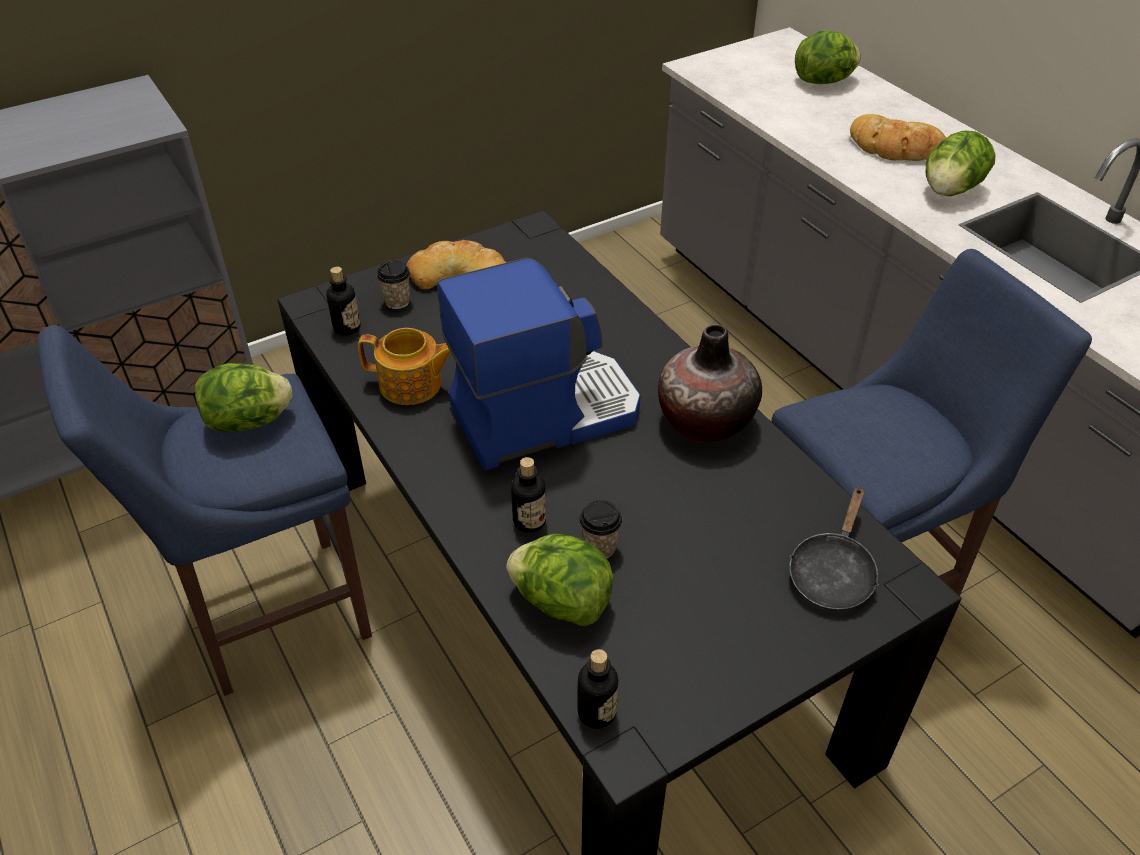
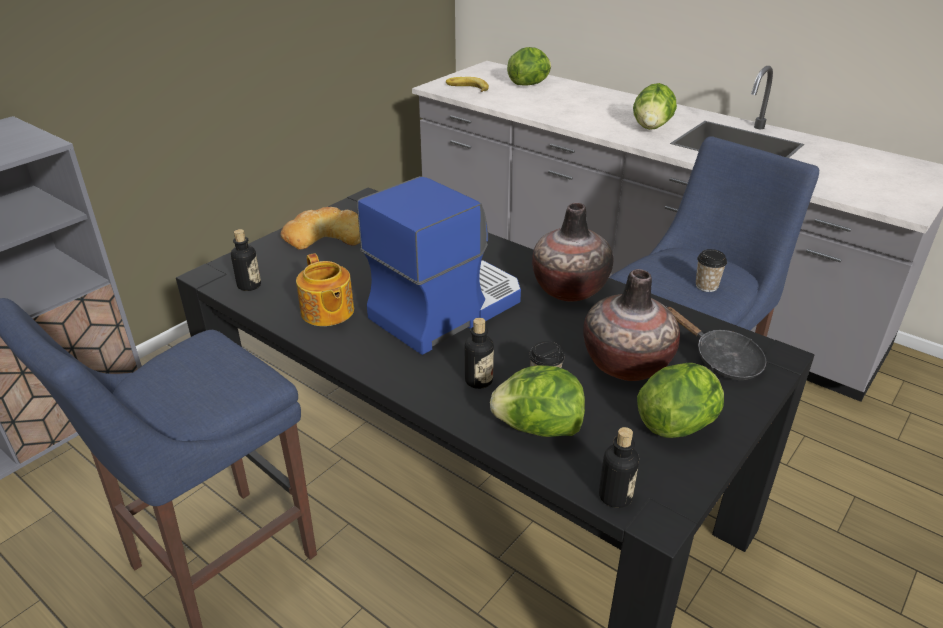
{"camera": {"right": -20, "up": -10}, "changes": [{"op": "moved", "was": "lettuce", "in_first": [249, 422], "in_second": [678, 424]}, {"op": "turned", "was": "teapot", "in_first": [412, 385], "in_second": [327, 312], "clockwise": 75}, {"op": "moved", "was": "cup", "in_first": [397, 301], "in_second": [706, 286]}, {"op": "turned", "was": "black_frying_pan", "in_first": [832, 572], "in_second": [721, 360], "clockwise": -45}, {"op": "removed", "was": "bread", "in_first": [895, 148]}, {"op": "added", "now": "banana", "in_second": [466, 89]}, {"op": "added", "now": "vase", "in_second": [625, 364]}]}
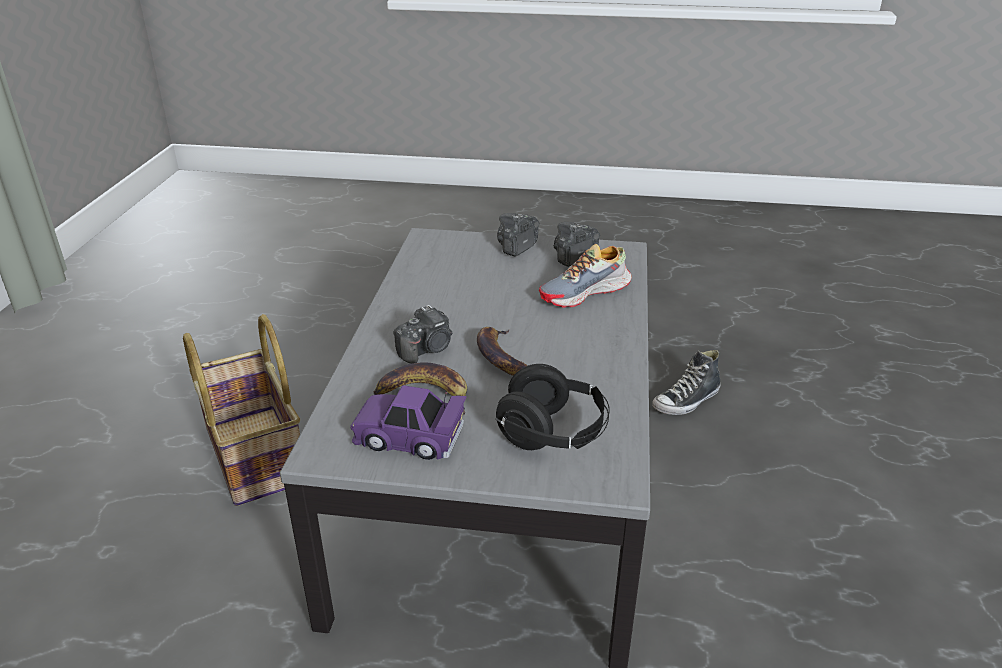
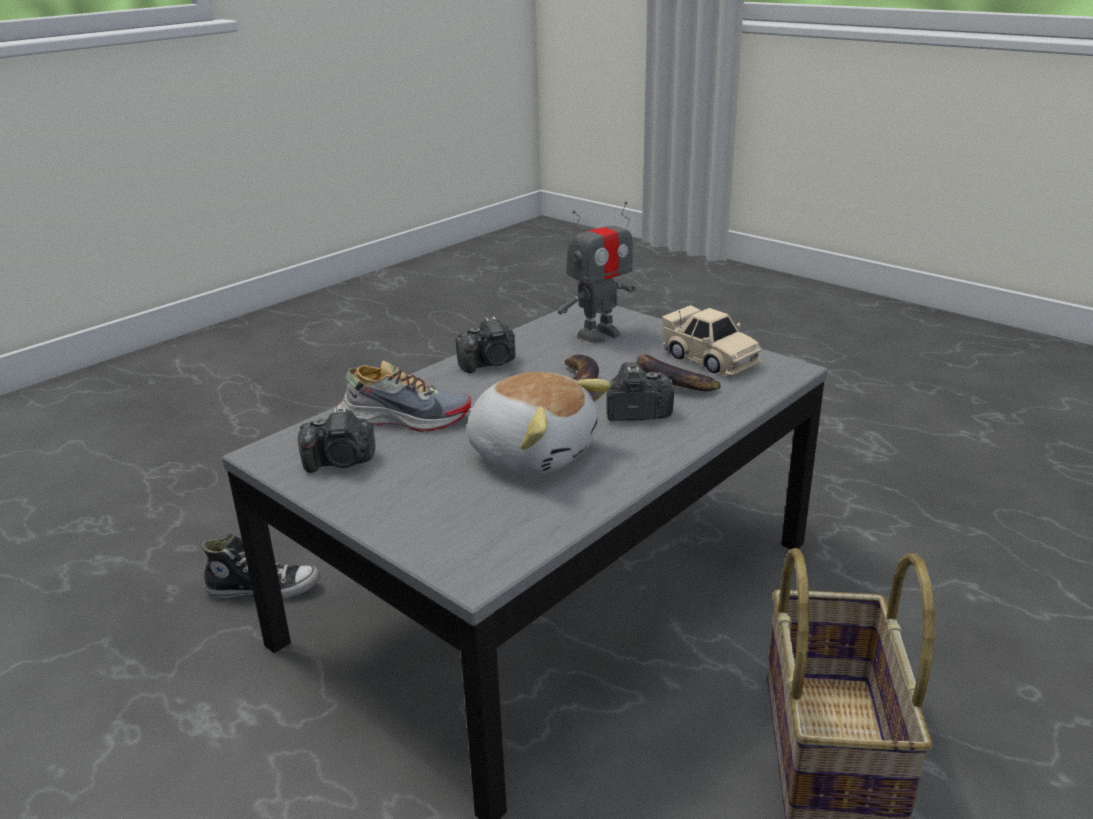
{"camera": {"right": -145, "up": -5}, "changes": [{"op": "recoloured", "was": "purple_toy_car", "now": "beige_toy_car", "in_first": [409, 438], "in_second": [709, 358]}, {"op": "replaced", "was": "black_headphones", "now": "toy_robot", "in_first": [553, 434], "in_second": [599, 334]}, {"op": "moved", "was": "photo_camera", "in_first": [517, 247], "in_second": [490, 363]}, {"op": "added", "now": "plush_toy", "in_second": [532, 453]}]}
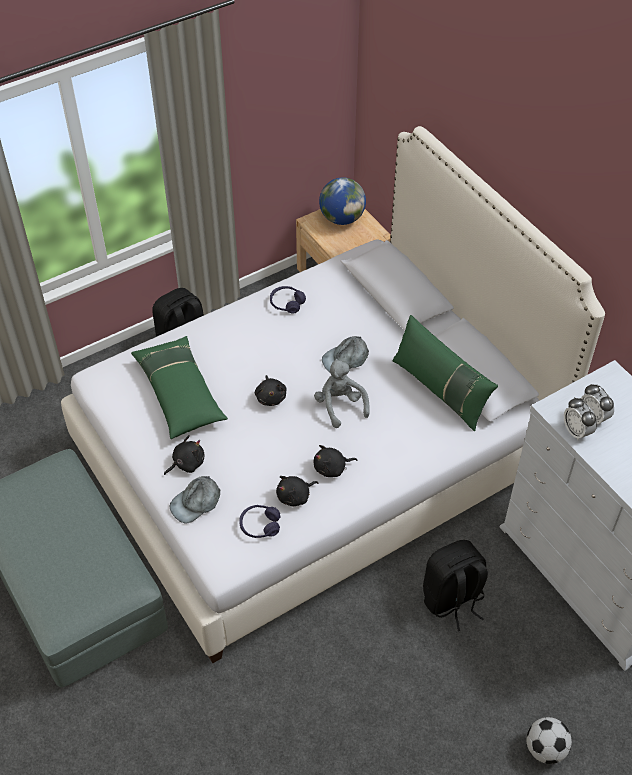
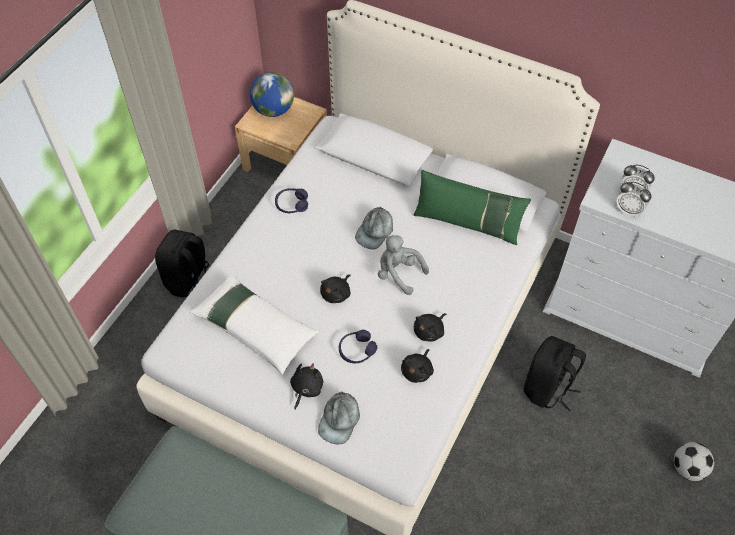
{"camera": {"right": -30, "up": 5}, "changes": [{"op": "recoloured", "was": "green_pillow", "now": "white_pillow", "in_first": [179, 393], "in_second": [255, 328]}, {"op": "moved", "was": "purple_headphones", "in_first": [260, 525], "in_second": [357, 350]}, {"op": "turned", "was": "black_plush_toy", "in_first": [271, 397], "in_second": [337, 293], "clockwise": 75}]}
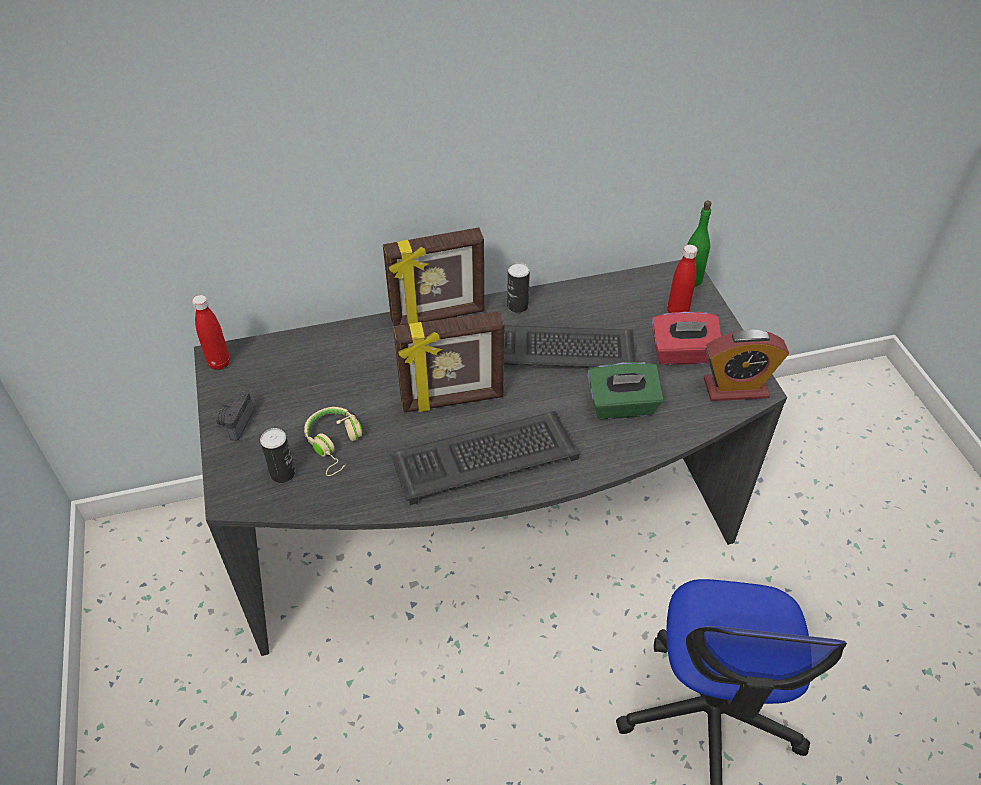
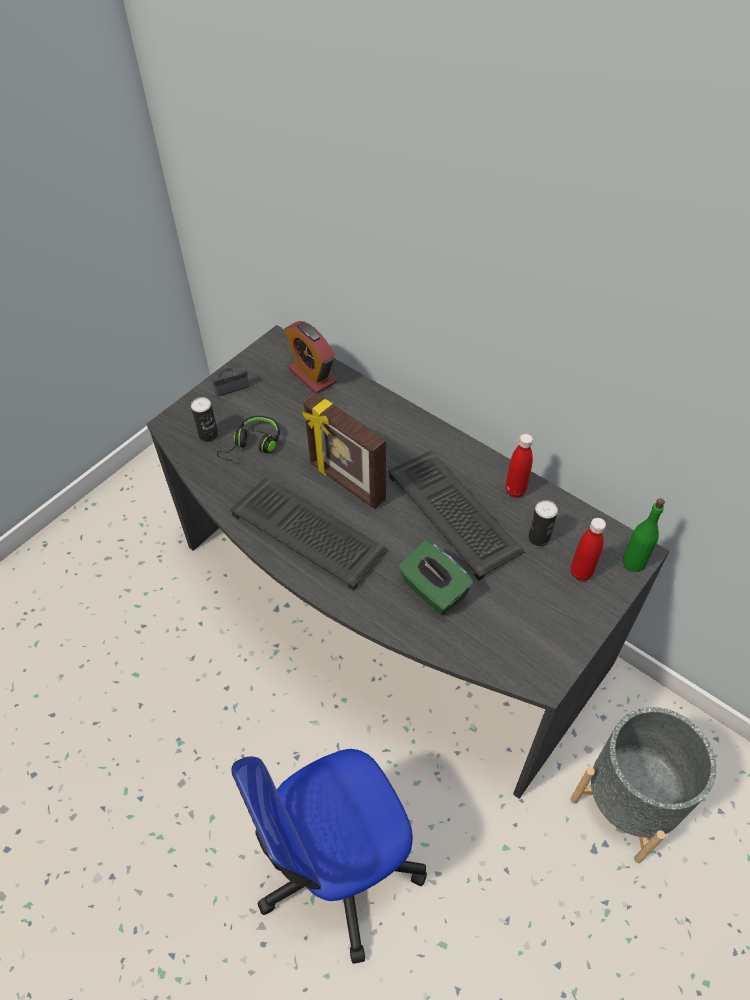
{"camera": {"right": 55, "up": 5}, "changes": [{"op": "moved", "was": "red_bottle", "in_first": [219, 363], "in_second": [515, 490]}, {"op": "recoloured", "was": "beige_headphones", "now": "black_headphones", "in_first": [335, 444], "in_second": [253, 445]}, {"op": "removed", "was": "picture_frame", "in_first": [438, 316]}, {"op": "moved", "was": "can", "in_first": [517, 306], "in_second": [539, 538]}, {"op": "removed", "was": "red_tissue_box", "in_first": [682, 354]}, {"op": "moved", "was": "alarm_clock", "in_first": [735, 388], "in_second": [312, 375]}, {"op": "added", "now": "grey_planter", "in_second": [629, 801]}]}
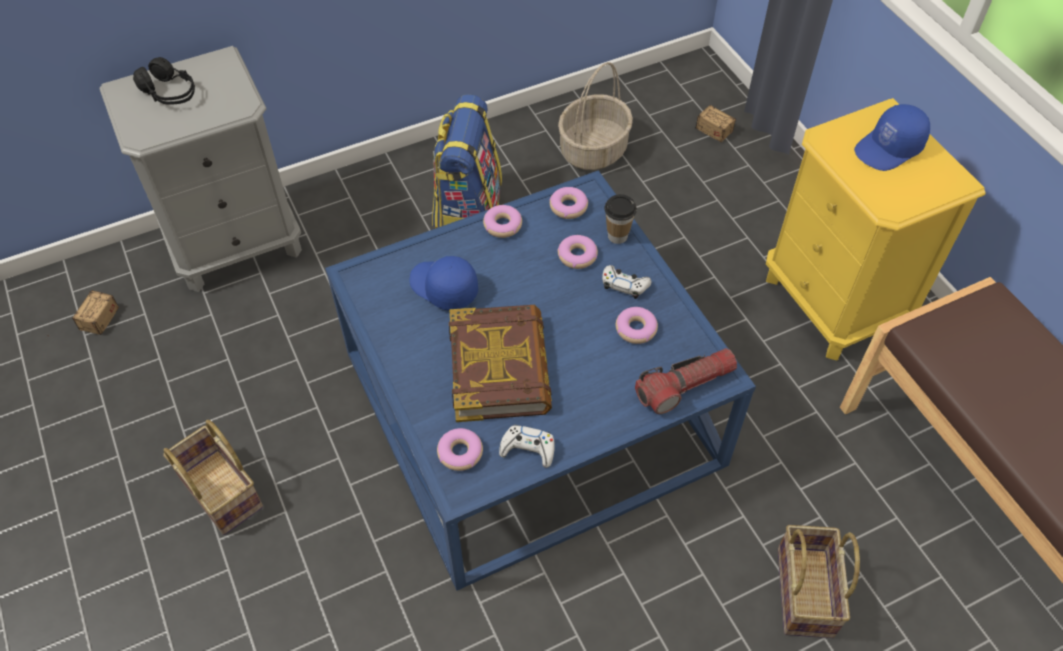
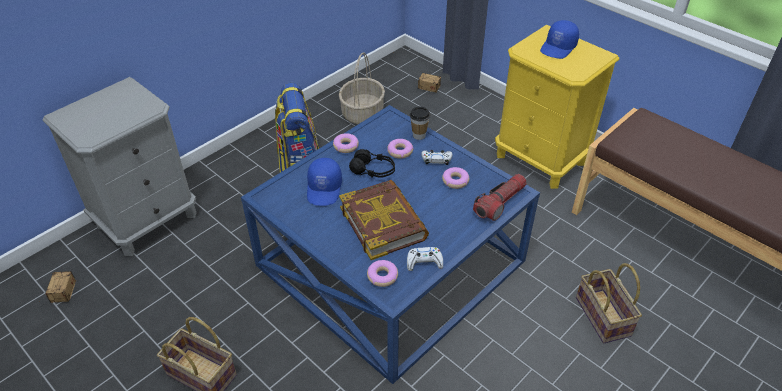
{"camera": {"right": -20, "up": -10}, "changes": [{"op": "moved", "was": "black_headphones", "in_first": [170, 93], "in_second": [373, 171]}, {"op": "turned", "was": "blue_cap", "in_first": [443, 288], "in_second": [325, 189], "clockwise": -105}, {"op": "removed", "was": "donut", "in_first": [568, 207]}]}
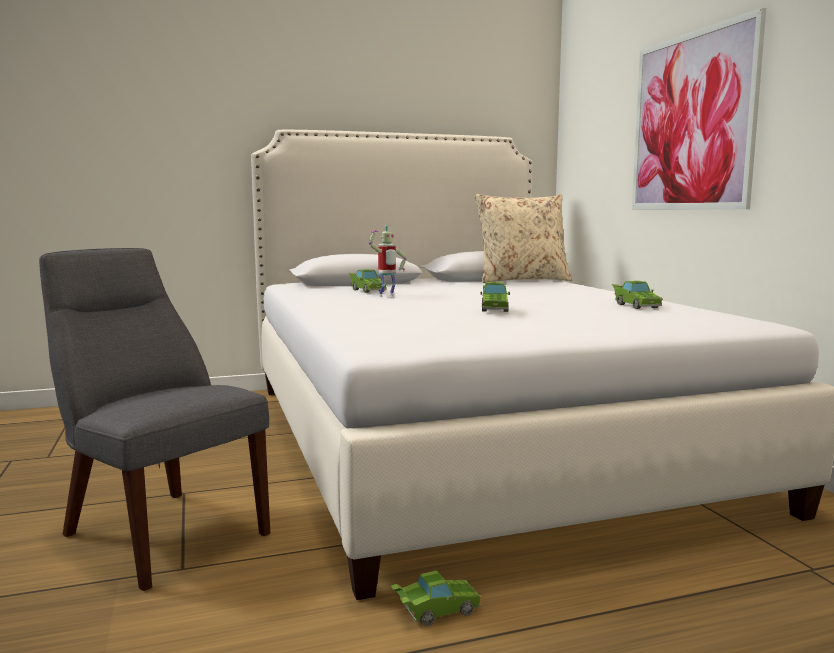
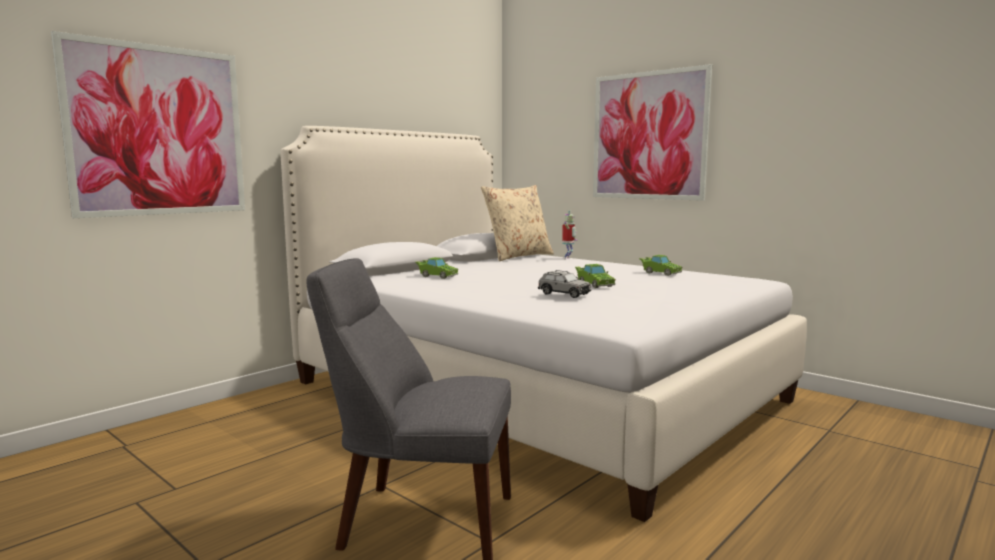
{"camera": {"right": -30, "up": 0}, "changes": [{"op": "moved", "was": "toy_robot", "in_first": [387, 296], "in_second": [568, 258]}, {"op": "removed", "was": "green_toy_car", "in_first": [435, 611]}, {"op": "added", "now": "picture", "in_second": [158, 131]}, {"op": "added", "now": "grey_toy_car", "in_second": [564, 294]}]}
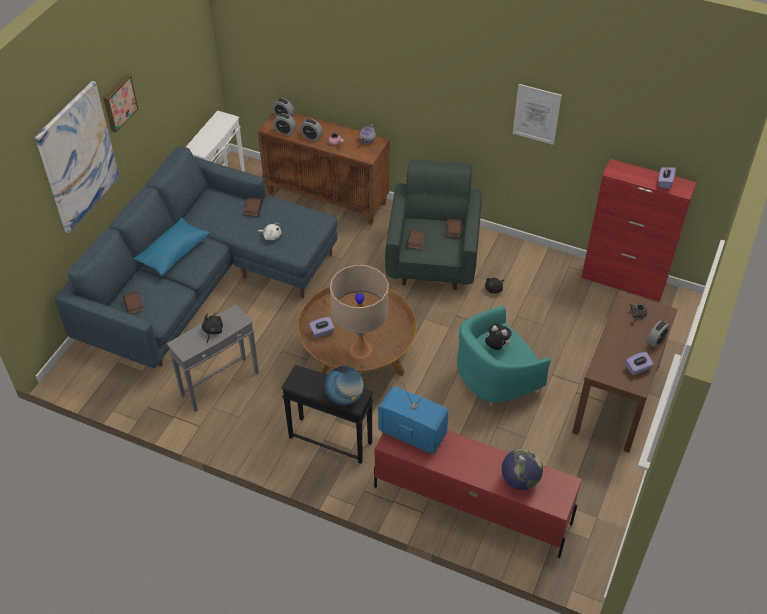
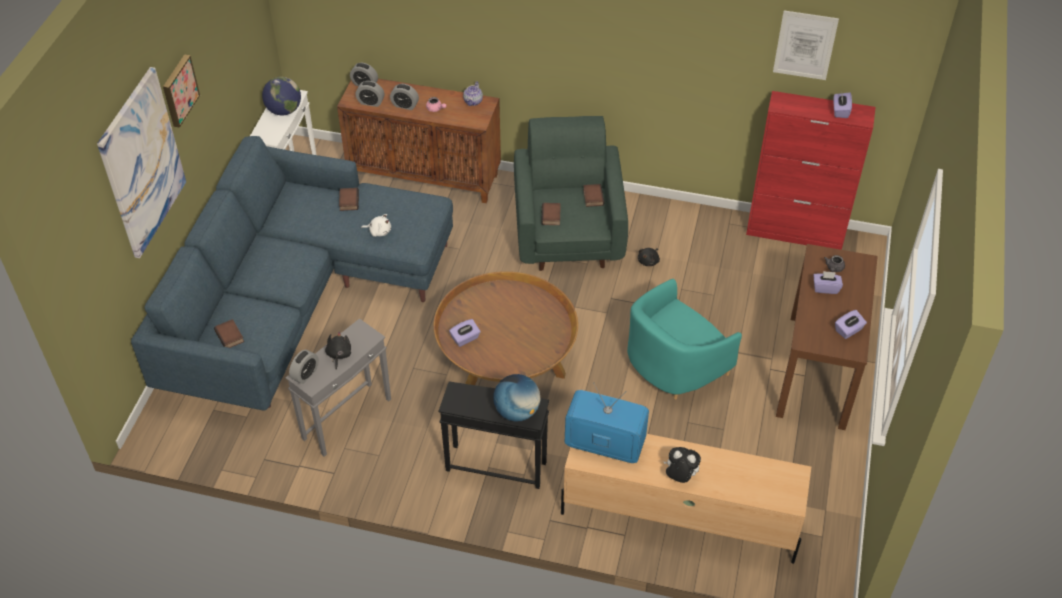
{"camera": {"right": -10, "up": 0}, "changes": [{"op": "removed", "was": "blue_pillow", "in_first": [173, 253]}, {"op": "removed", "was": "beige_table_lamp", "in_first": [361, 350]}, {"op": "recoloured", "was": "red_tv_stand", "now": "beige_tv_stand", "in_first": [470, 504], "in_second": [678, 517]}, {"op": "moved", "was": "plush_toy", "in_first": [496, 347], "in_second": [680, 477]}, {"op": "moved", "was": "globe", "in_first": [520, 480], "in_second": [284, 110]}, {"op": "moved", "was": "picture", "in_first": [536, 114], "in_second": [805, 45]}, {"op": "moved", "was": "alarm_clock", "in_first": [656, 340], "in_second": [305, 374]}, {"op": "added", "now": "purple_tissue_box", "in_second": [825, 288]}]}
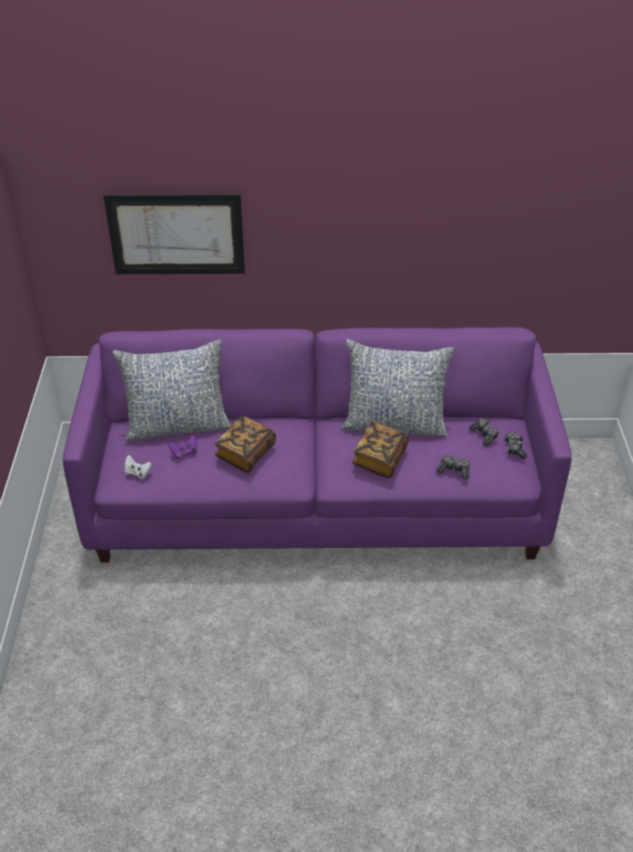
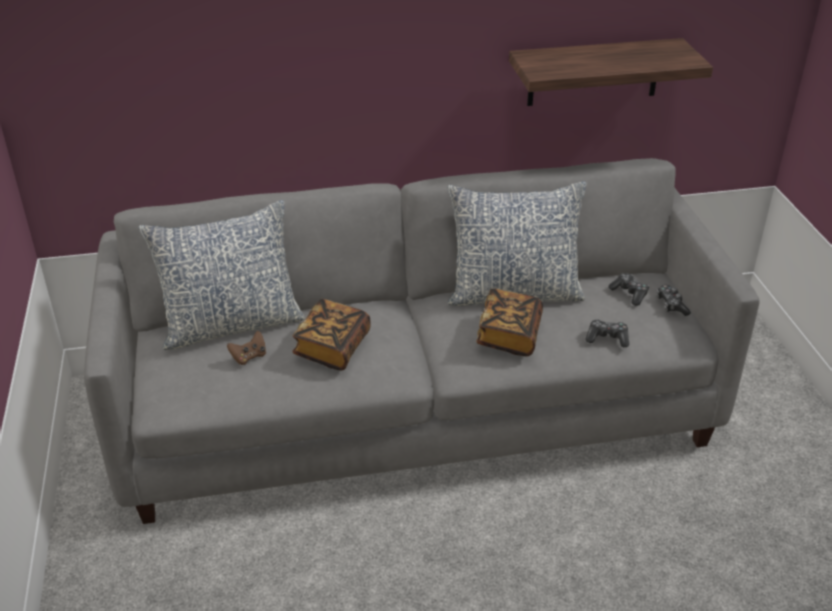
{"camera": {"right": -10, "up": -5}, "changes": [{"op": "recoloured", "was": "purple_sofa", "now": "grey_sofa", "in_first": [317, 501], "in_second": [416, 410]}, {"op": "removed", "was": "picture", "in_first": [176, 234]}, {"op": "removed", "was": "white_game_controller", "in_first": [138, 473]}, {"op": "recoloured", "was": "purple_game_controller", "now": "brown_game_controller", "in_first": [184, 453], "in_second": [249, 357]}, {"op": "added", "now": "shelf", "in_second": [594, 72]}]}
